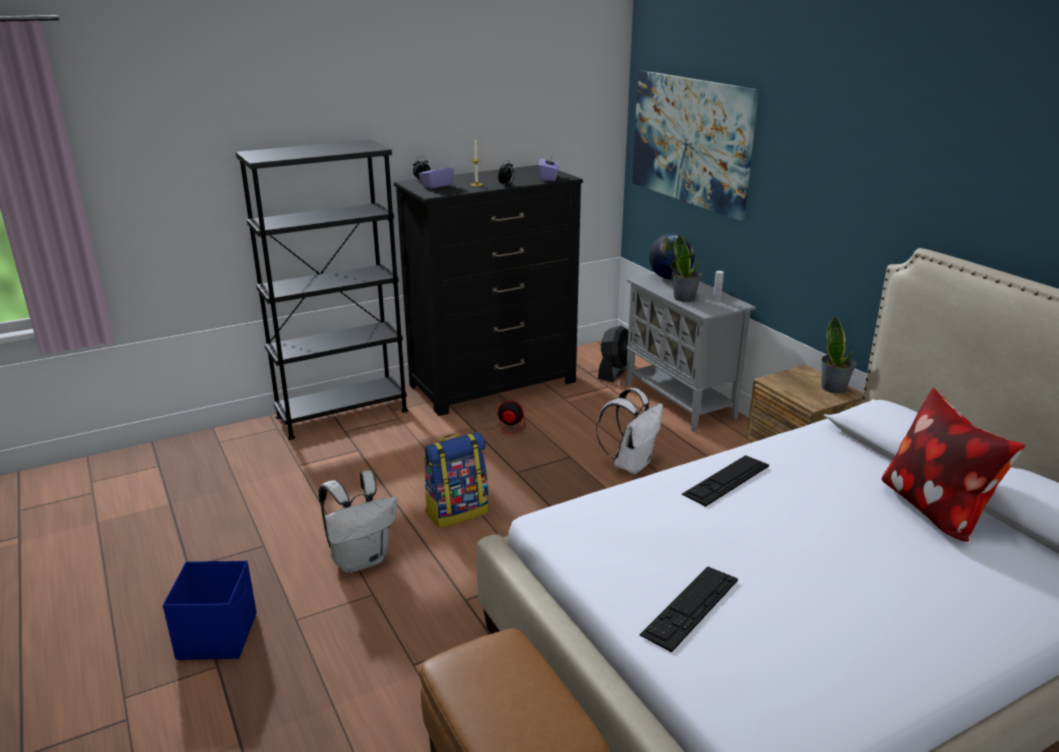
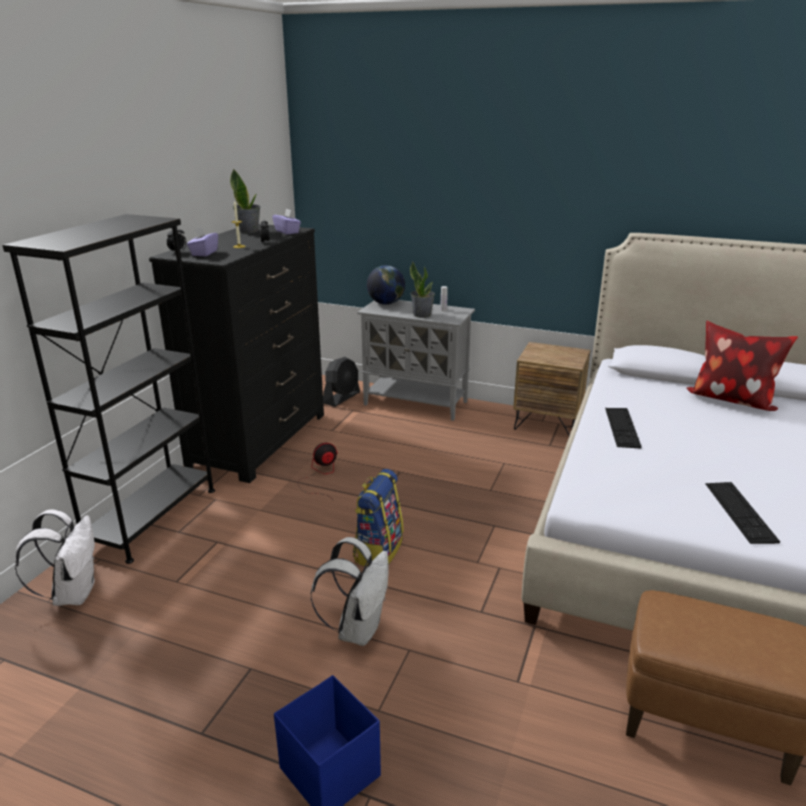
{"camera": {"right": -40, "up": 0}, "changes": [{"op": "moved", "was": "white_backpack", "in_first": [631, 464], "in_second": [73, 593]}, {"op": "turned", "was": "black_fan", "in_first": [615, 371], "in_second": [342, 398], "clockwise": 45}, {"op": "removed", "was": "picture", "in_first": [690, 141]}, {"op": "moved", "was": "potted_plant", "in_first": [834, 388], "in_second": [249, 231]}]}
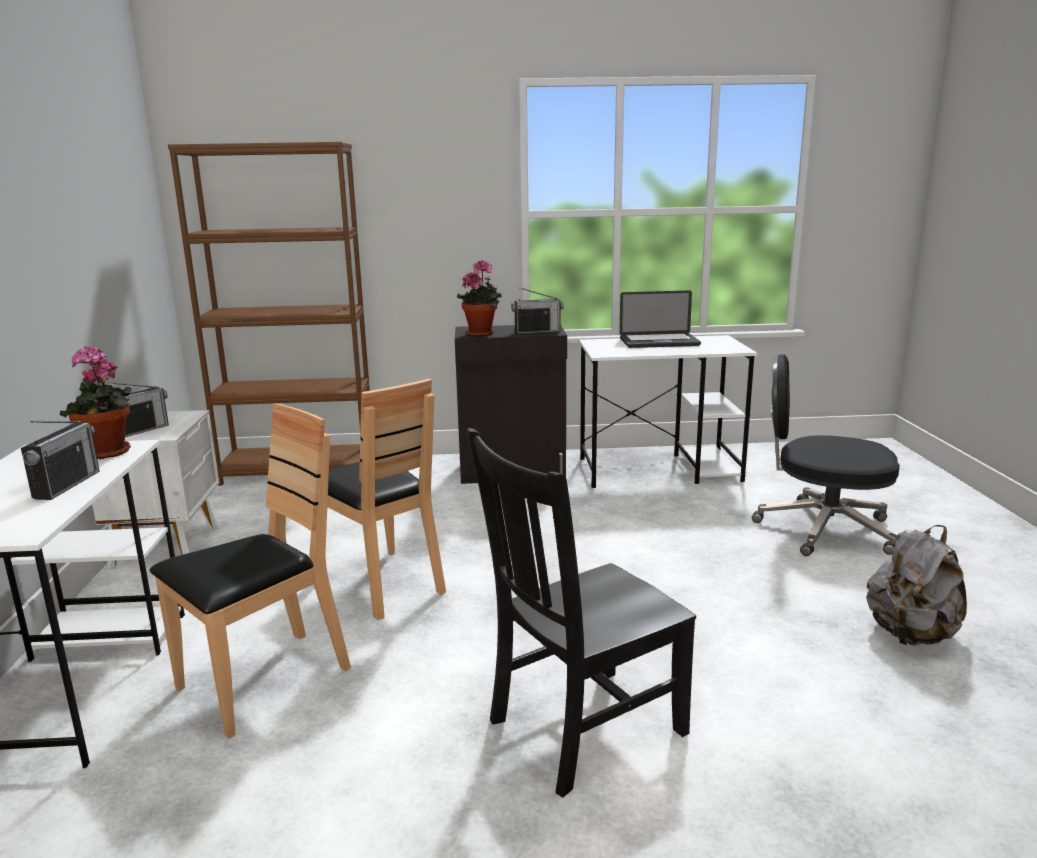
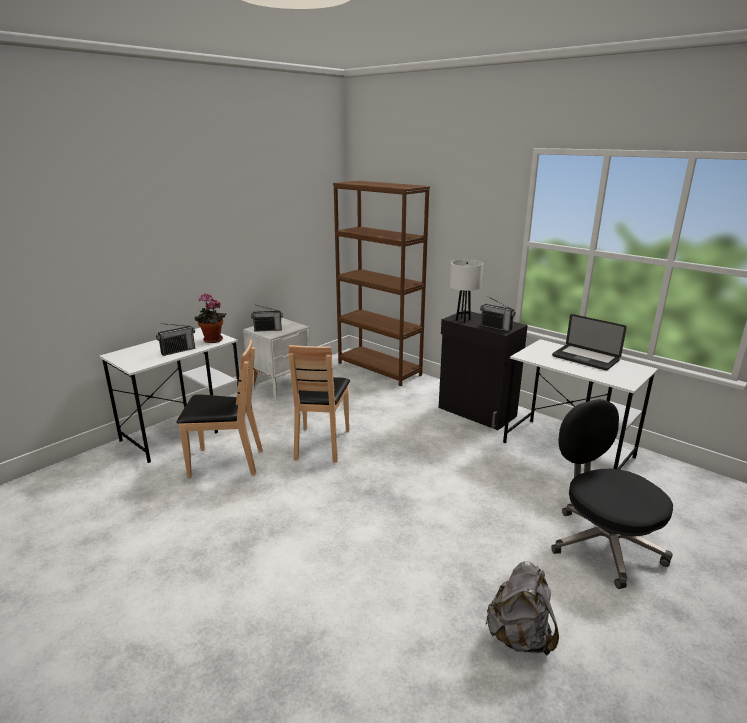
{"camera": {"right": 45, "up": 5}, "changes": [{"op": "replaced", "was": "potted_plant", "now": "white_table_lamp", "in_first": [482, 333], "in_second": [463, 320]}, {"op": "removed", "was": "black_chair", "in_first": [581, 728]}]}
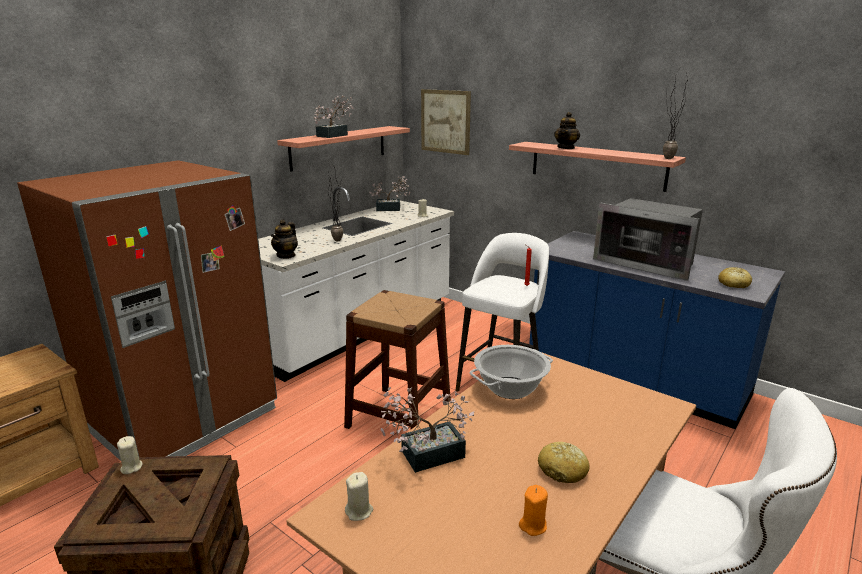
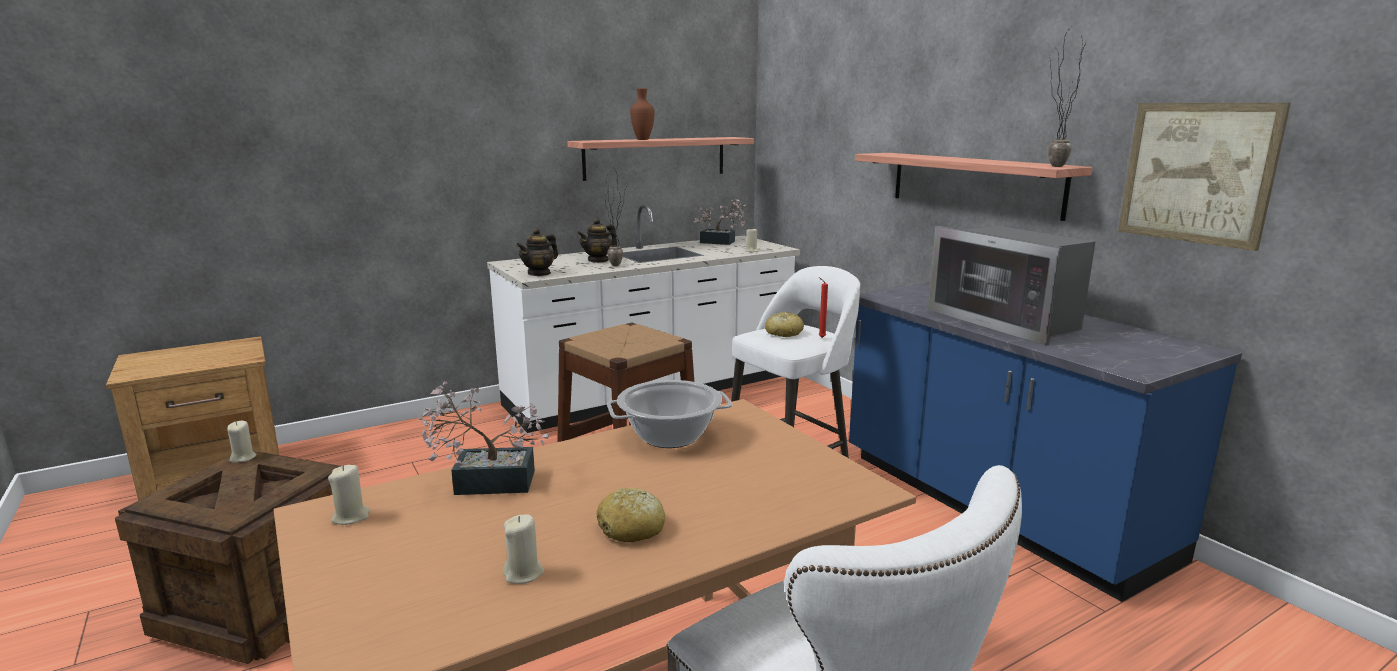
{"camera": {"right": 20, "up": -5}, "changes": [{"op": "removed", "was": "brown_fridge", "in_first": [184, 419]}, {"op": "replaced", "was": "potted_plant", "now": "brown_vase", "in_first": [335, 135], "in_second": [642, 139]}, {"op": "moved", "was": "picture", "in_first": [445, 121], "in_second": [1197, 173]}, {"op": "recoloured", "was": "orange_candle", "now": "beige_candle", "in_first": [533, 525], "in_second": [524, 573]}, {"op": "moved", "was": "teapot", "in_first": [566, 148], "in_second": [598, 260]}, {"op": "moved", "was": "bread", "in_first": [733, 284], "in_second": [783, 333]}]}
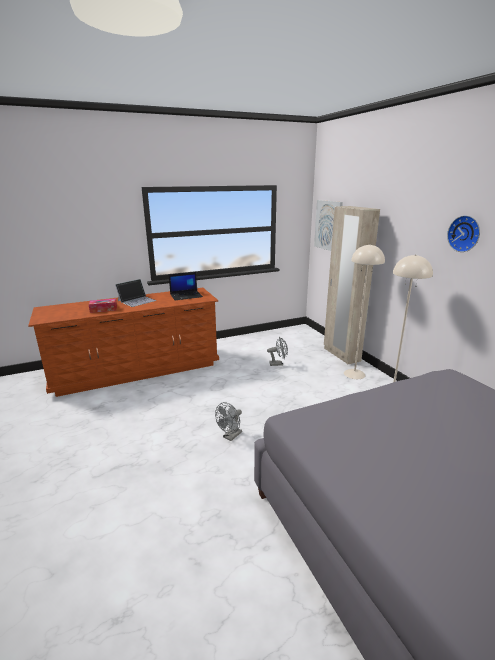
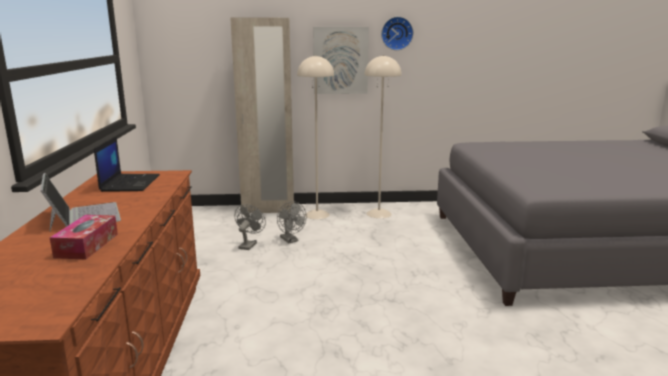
{"camera": {"right": -70, "up": -5}, "changes": [{"op": "moved", "was": "grey_fan", "in_first": [230, 436], "in_second": [291, 240]}, {"op": "moved", "was": "picture", "in_first": [328, 225], "in_second": [340, 60]}]}
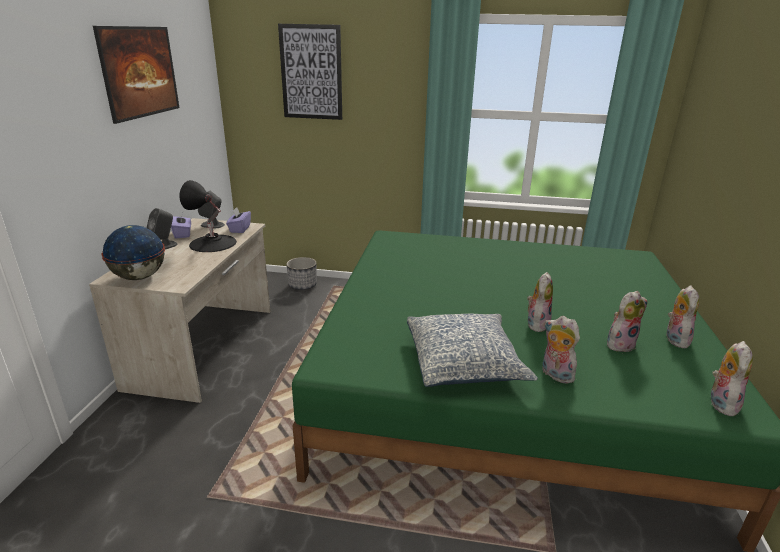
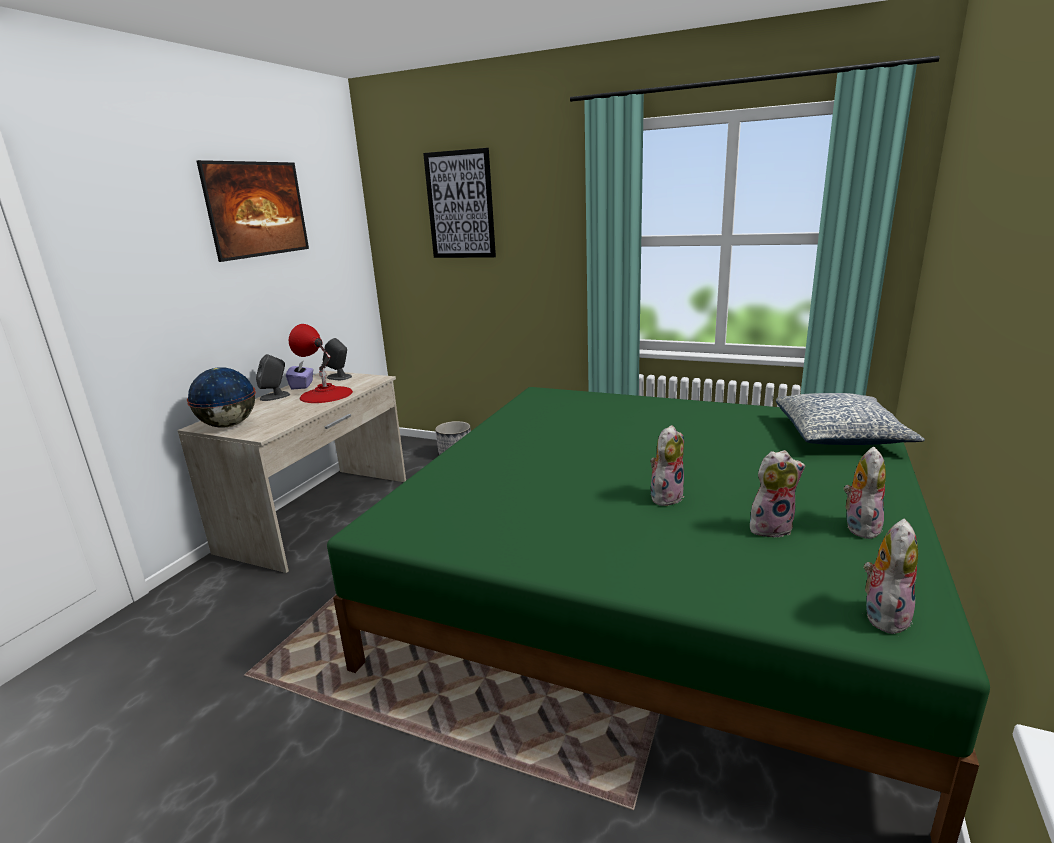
{"camera": {"right": 15, "up": -5}, "changes": [{"op": "recoloured", "was": "black_table_lamp", "now": "red_table_lamp", "in_first": [212, 243], "in_second": [326, 394]}, {"op": "removed", "was": "purple_tissue_box", "in_first": [239, 229]}, {"op": "moved", "was": "pillow", "in_first": [464, 362], "in_second": [840, 436]}, {"op": "removed", "was": "plush_toy", "in_first": [555, 375]}]}
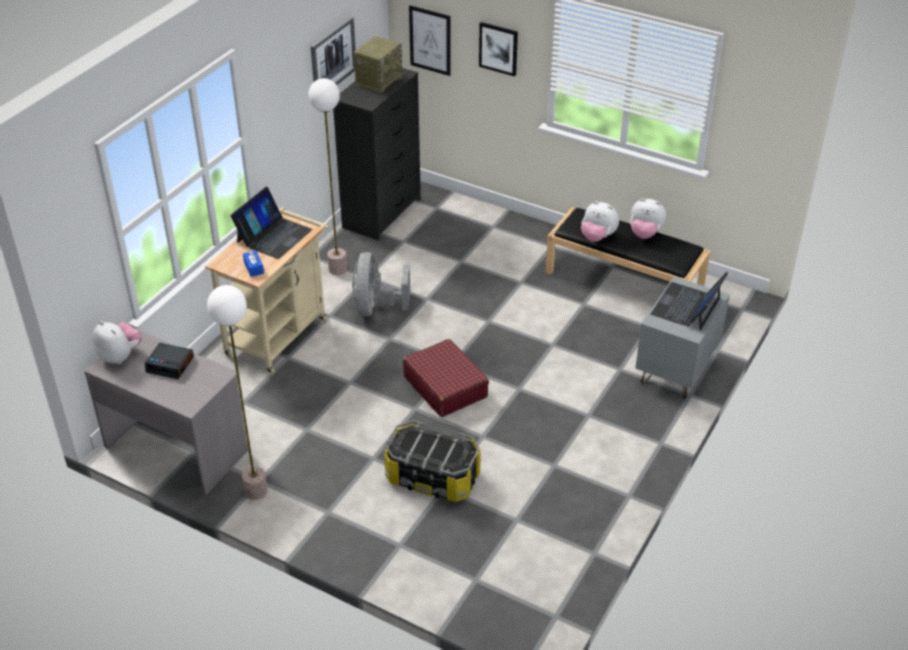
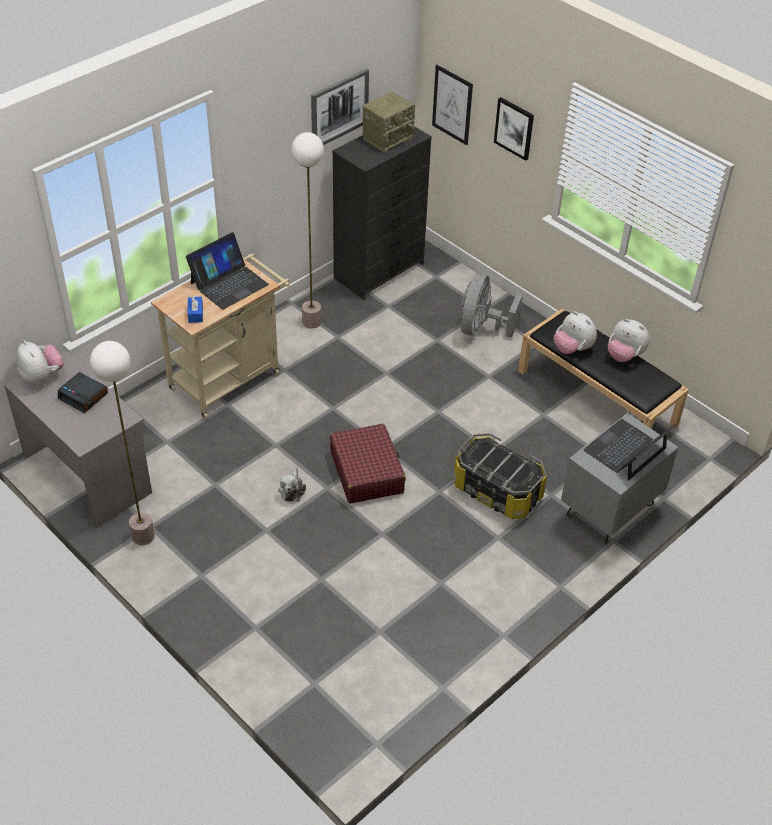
{"camera": {"right": 15, "up": 5}, "changes": [{"op": "moved", "was": "grey_fan", "in_first": [376, 307], "in_second": [481, 328]}, {"op": "moved", "was": "storage_box", "in_first": [432, 478], "in_second": [497, 491]}, {"op": "added", "now": "plush_toy", "in_second": [292, 489]}]}
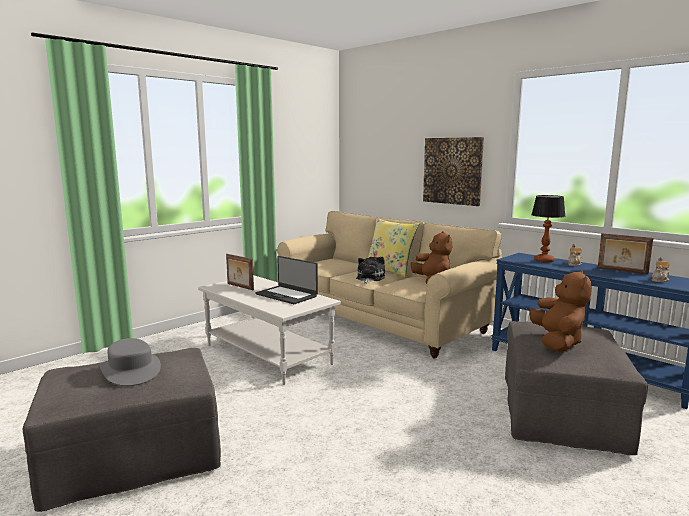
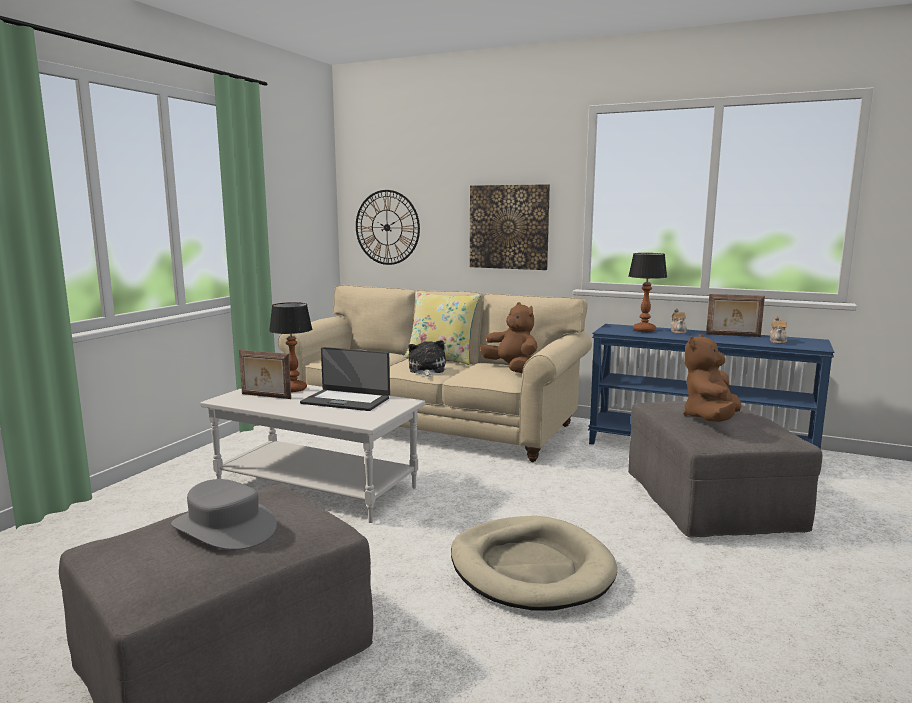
{"camera": {"right": -20, "up": 0}, "changes": [{"op": "turned", "was": "brown_plush_toy", "in_first": [557, 342], "in_second": [710, 419], "clockwise": -135}, {"op": "added", "now": "table_lamp", "in_second": [293, 389]}, {"op": "added", "now": "wall_clock", "in_second": [387, 227]}, {"op": "added", "now": "beige_dog_bed", "in_second": [531, 568]}]}
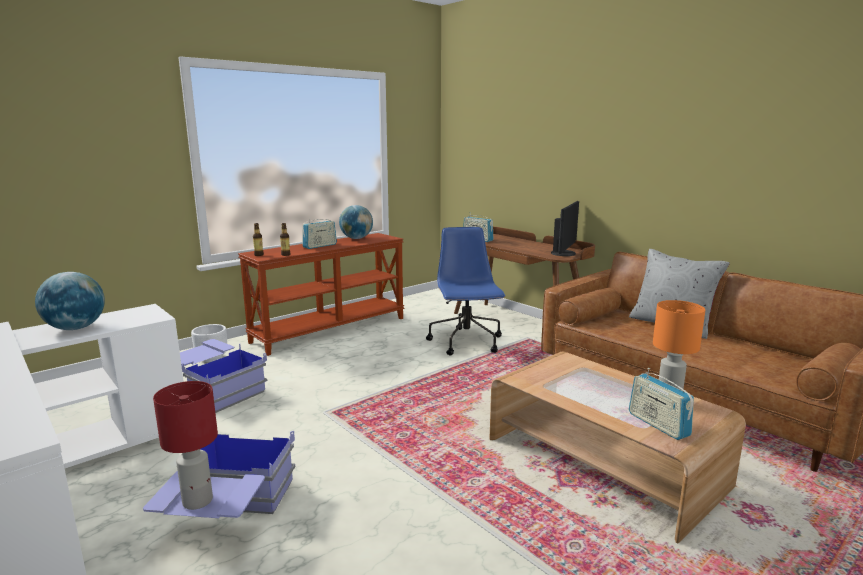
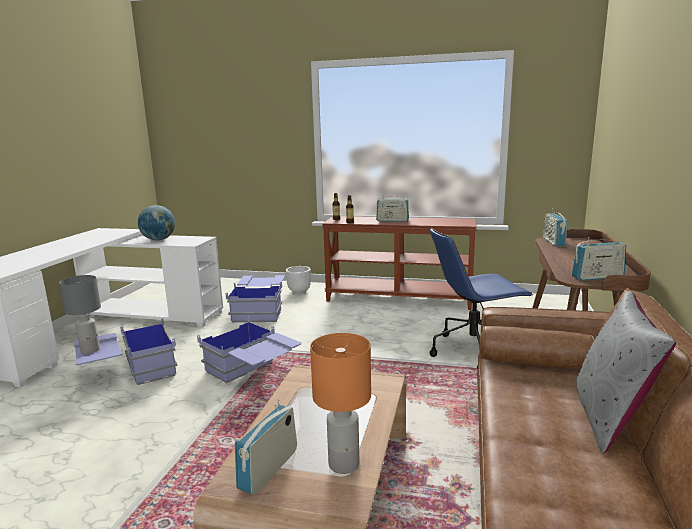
{"camera": {"right": 55, "up": 0}, "changes": [{"op": "recoloured", "was": "red_table_lamp", "now": "grey_table_lamp", "in_first": [198, 500], "in_second": [91, 350]}, {"op": "removed", "was": "globe", "in_first": [356, 238]}, {"op": "turned", "was": "blue_office_chair", "in_first": [466, 343], "in_second": [473, 350], "clockwise": -150}, {"op": "replaced", "was": "monitor", "now": "radio", "in_first": [564, 253], "in_second": [597, 277]}, {"op": "added", "now": "blue_storage_box", "in_second": [252, 374]}]}
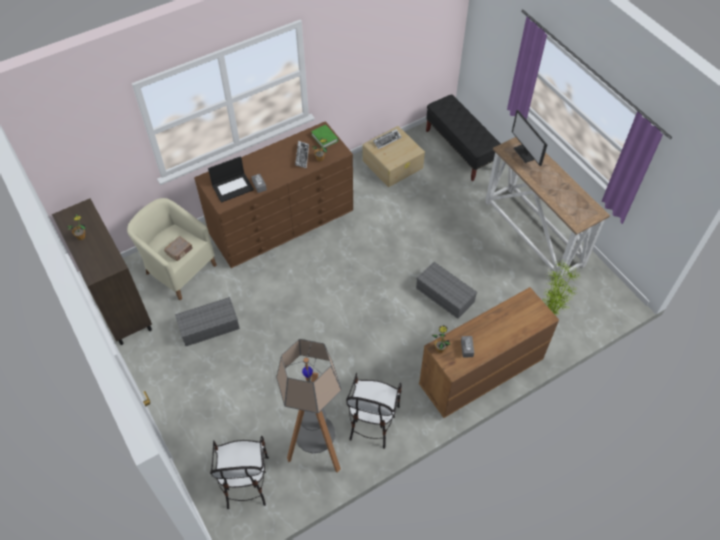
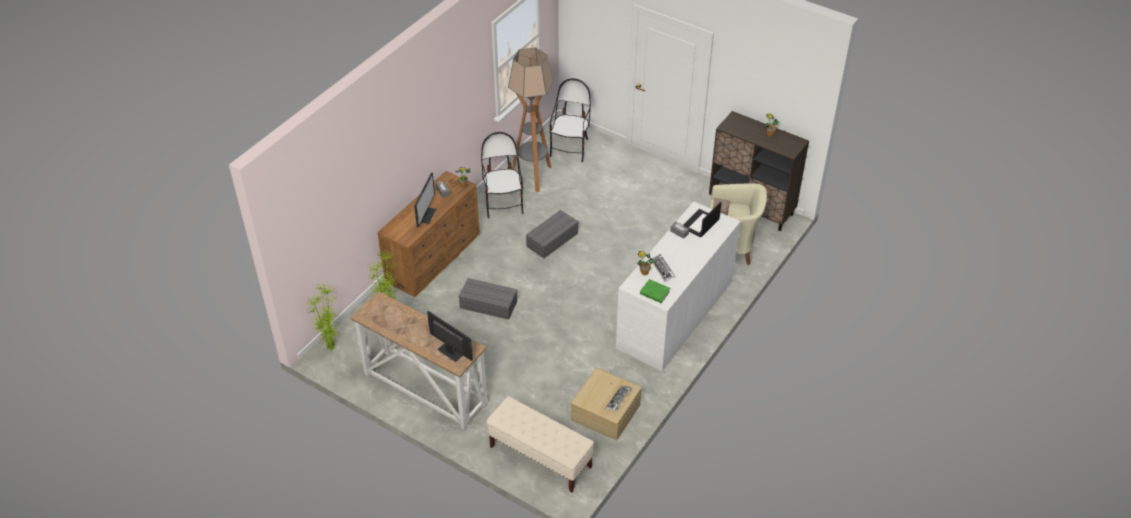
{"camera": {"right": 155, "up": -10}, "changes": [{"op": "moved", "was": "grey_storage_box", "in_first": [208, 327], "in_second": [552, 239]}, {"op": "recoloured", "was": "brown_dresser", "now": "white_dresser", "in_first": [282, 221], "in_second": [675, 314]}, {"op": "turned", "was": "chair", "in_first": [245, 481], "in_second": [570, 148], "clockwise": 45}, {"op": "recoloured", "was": "black_bench", "now": "beige_bench", "in_first": [460, 150], "in_second": [540, 457]}, {"op": "added", "now": "potted_plant", "in_second": [332, 349]}, {"op": "added", "now": "monitor", "in_second": [426, 215]}]}
